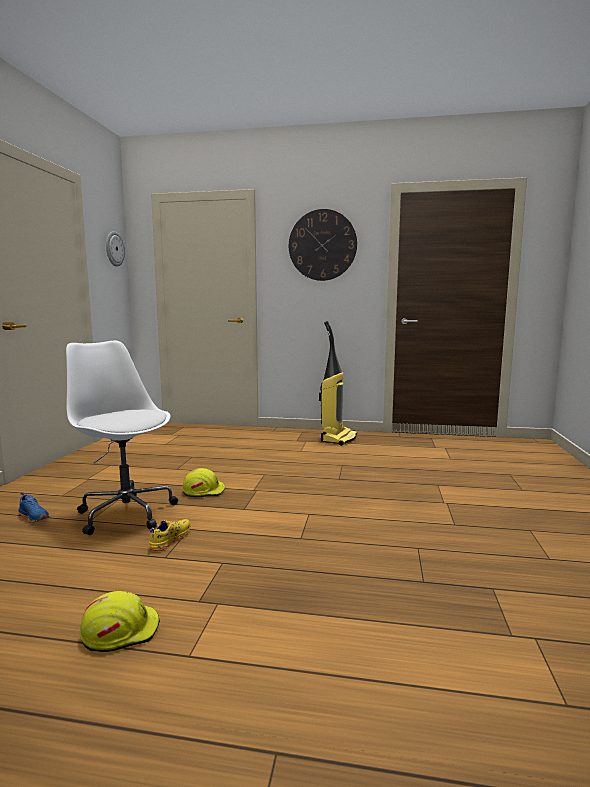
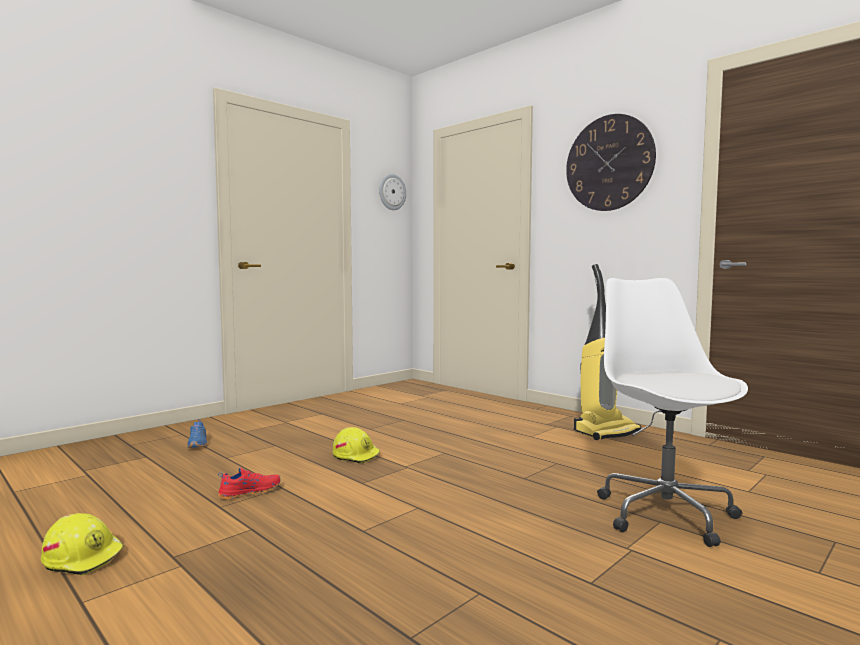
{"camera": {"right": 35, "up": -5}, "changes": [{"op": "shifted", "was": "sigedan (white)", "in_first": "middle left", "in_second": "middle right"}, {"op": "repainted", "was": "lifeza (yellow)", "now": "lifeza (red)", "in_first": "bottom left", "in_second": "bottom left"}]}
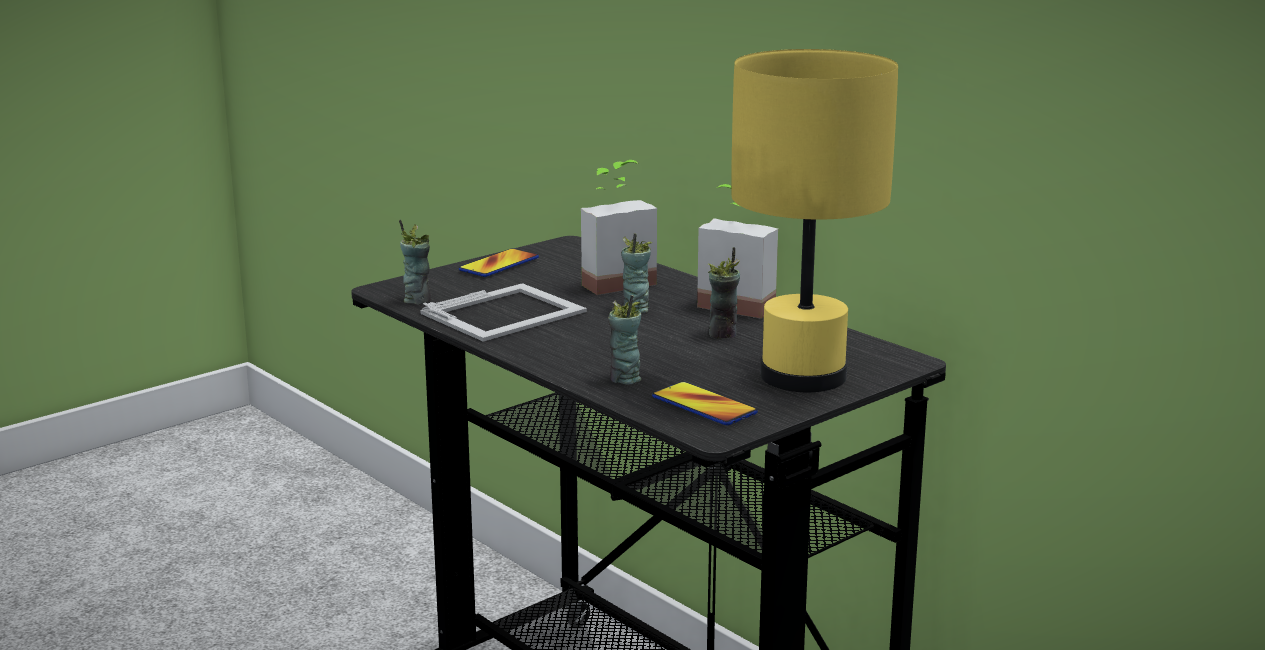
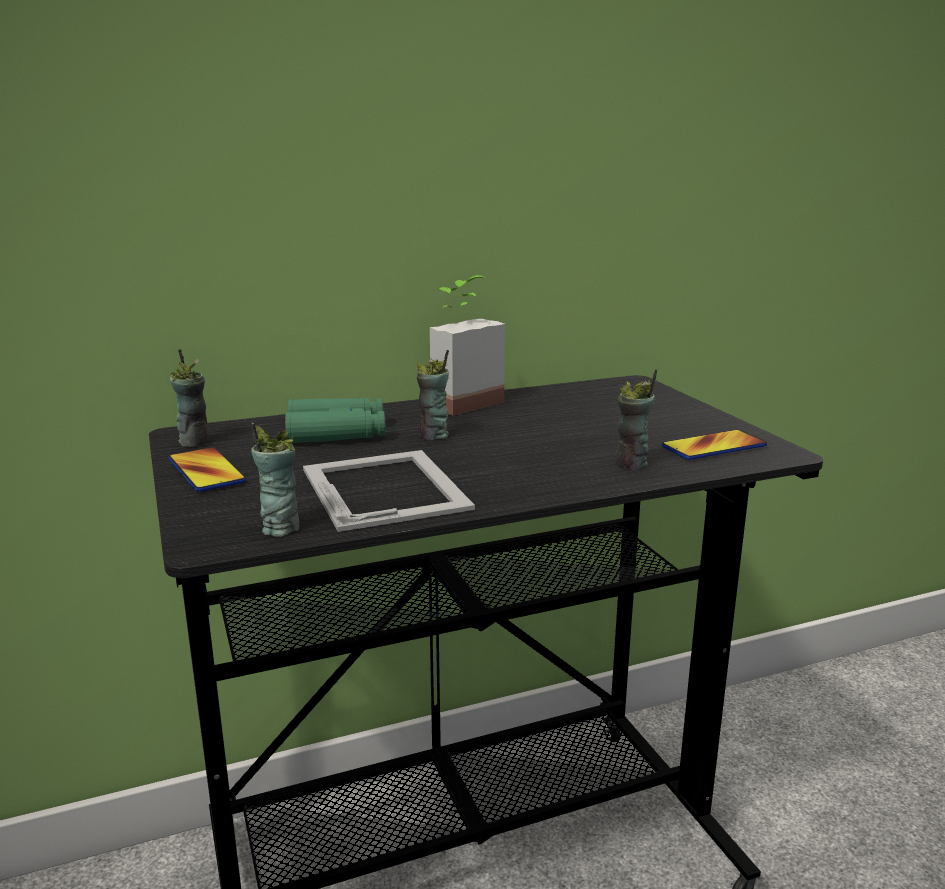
{"camera": {"right": -70, "up": 0}, "changes": [{"op": "gone", "was": "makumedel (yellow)", "in_first": "centre"}, {"op": "swapped", "was": "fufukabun (no. 1 from left)", "now": "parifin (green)", "in_first": "centre", "in_second": "centre"}, {"op": "shifted", "was": "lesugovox (no. 4 from left in the first image)", "now": "lesugovox (no. 1 from left)", "in_first": "centre", "in_second": "middle left"}]}
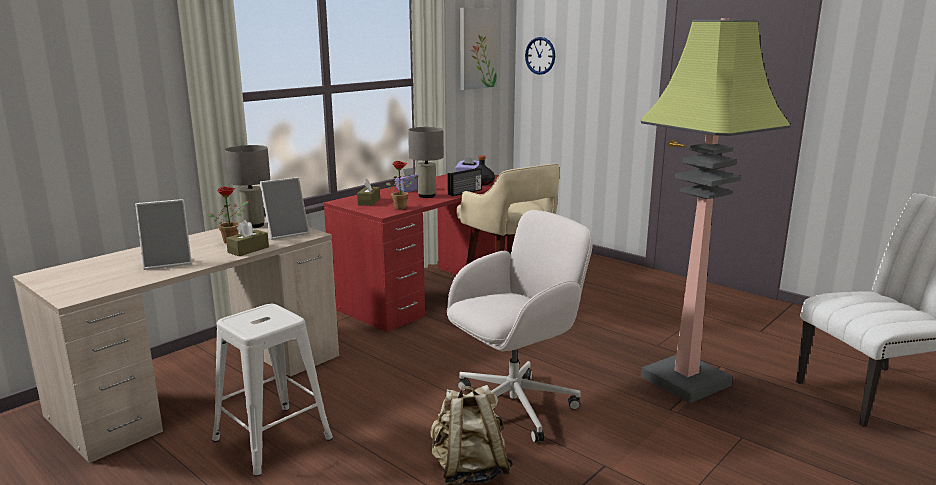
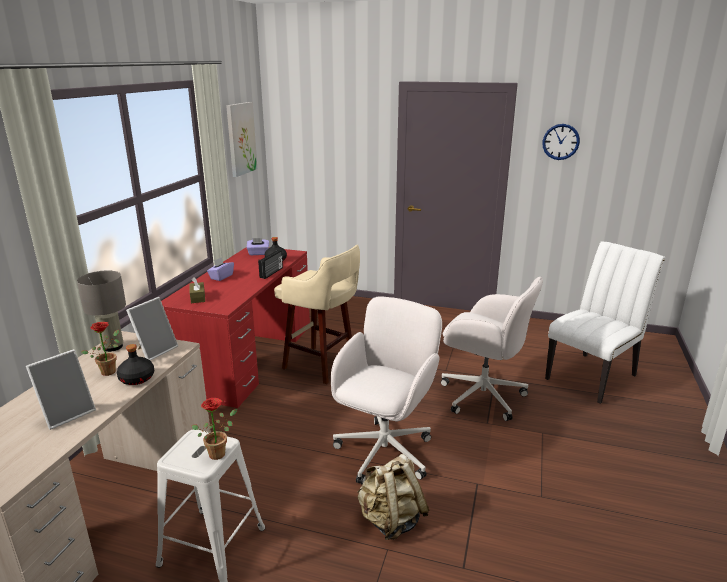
{"camera": {"right": -25, "up": 5}, "changes": [{"op": "swapped", "was": "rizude", "now": "sigedan (white) (no. 2 from left)", "in_first": "middle right", "in_second": "middle right"}, {"op": "shifted", "was": "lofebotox", "in_first": "top centre", "in_second": "top right"}, {"op": "gone", "was": "makumedel (grey) (no. 2 from left)", "in_first": "centre"}, {"op": "shifted", "was": "fufukabun (no. 2 from left)", "in_first": "centre", "in_second": "bottom left"}, {"op": "swapped", "was": "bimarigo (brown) (no. 1 from left)", "now": "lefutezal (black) (no. 1 from left)", "in_first": "middle left", "in_second": "middle left"}]}
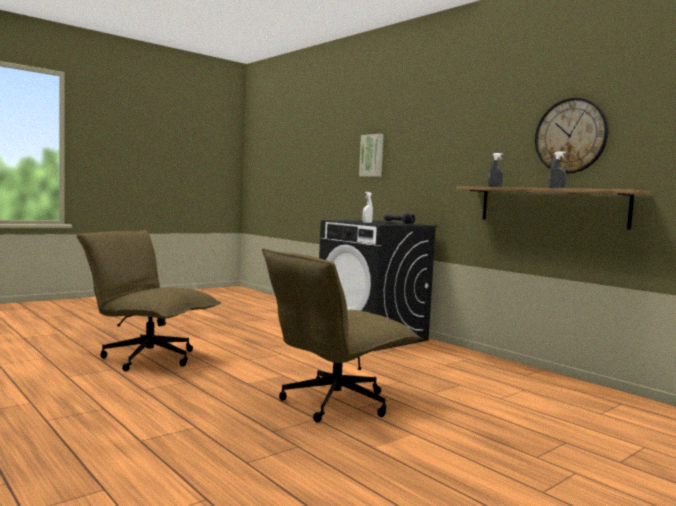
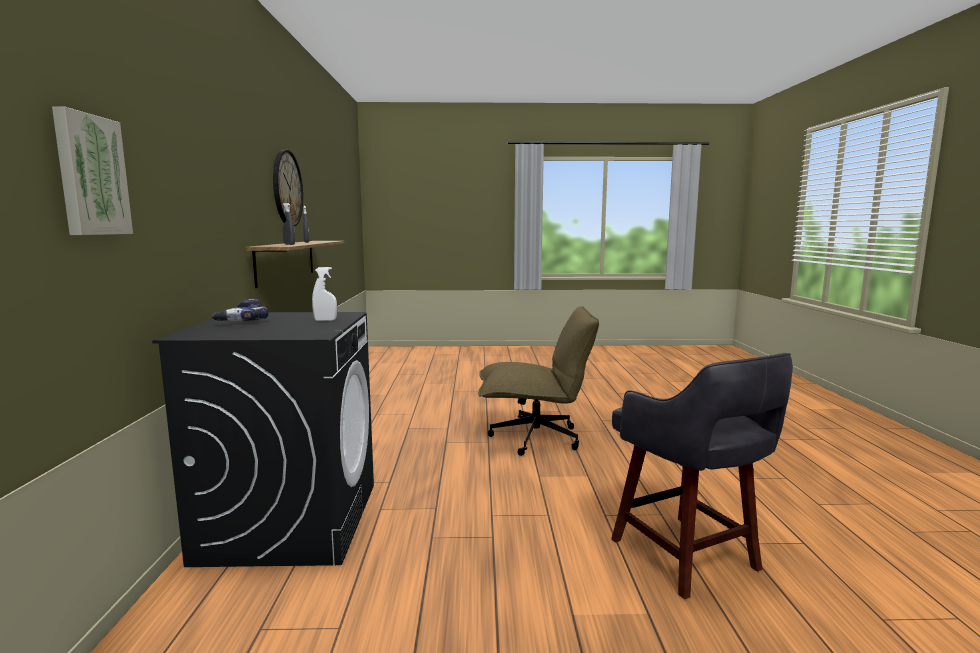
{"camera": {"right": -140, "up": 5}, "changes": [{"op": "swapped", "was": "sigedan (beige) (no. 1 from left)", "now": "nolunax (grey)", "in_first": "middle left", "in_second": "bottom right"}]}
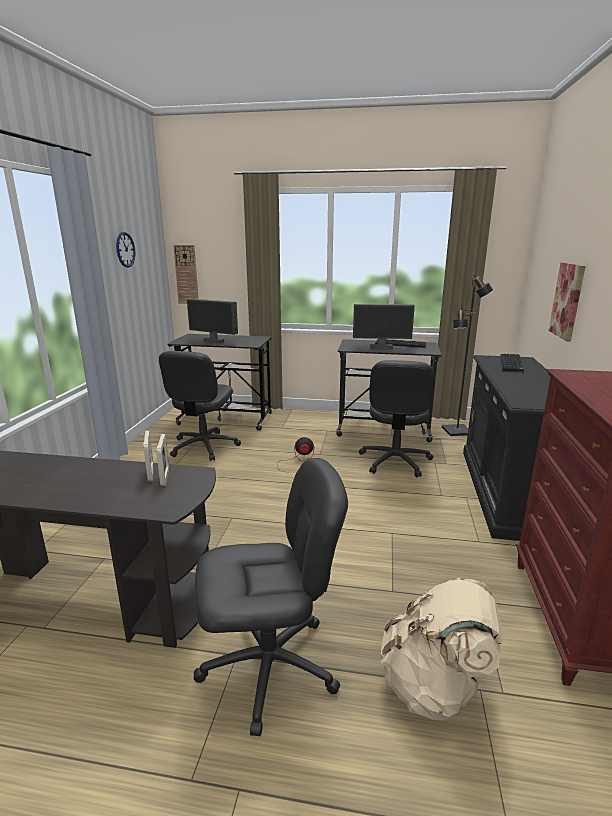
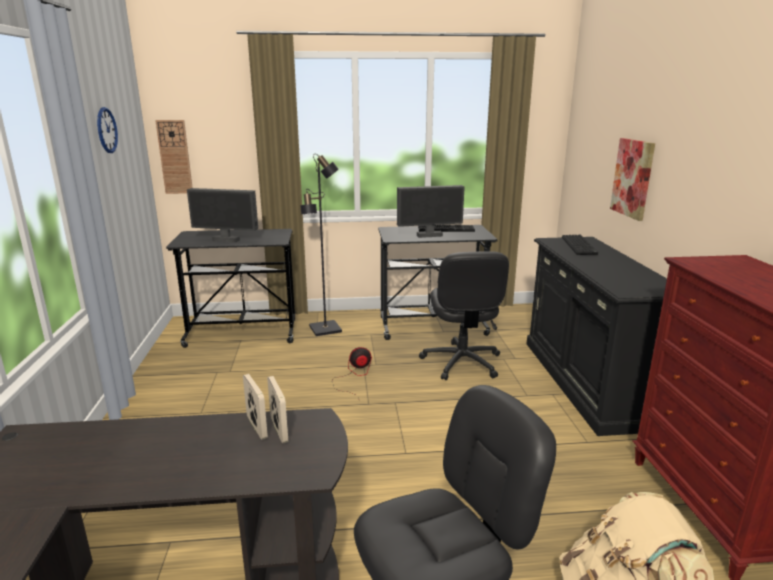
{"camera": {"right": -15, "up": 0}, "changes": [{"op": "shifted", "was": "rizude (black)", "in_first": "middle right", "in_second": "centre"}, {"op": "gone", "was": "sigedan (black) (no. 1 from left)", "in_first": "middle left"}]}
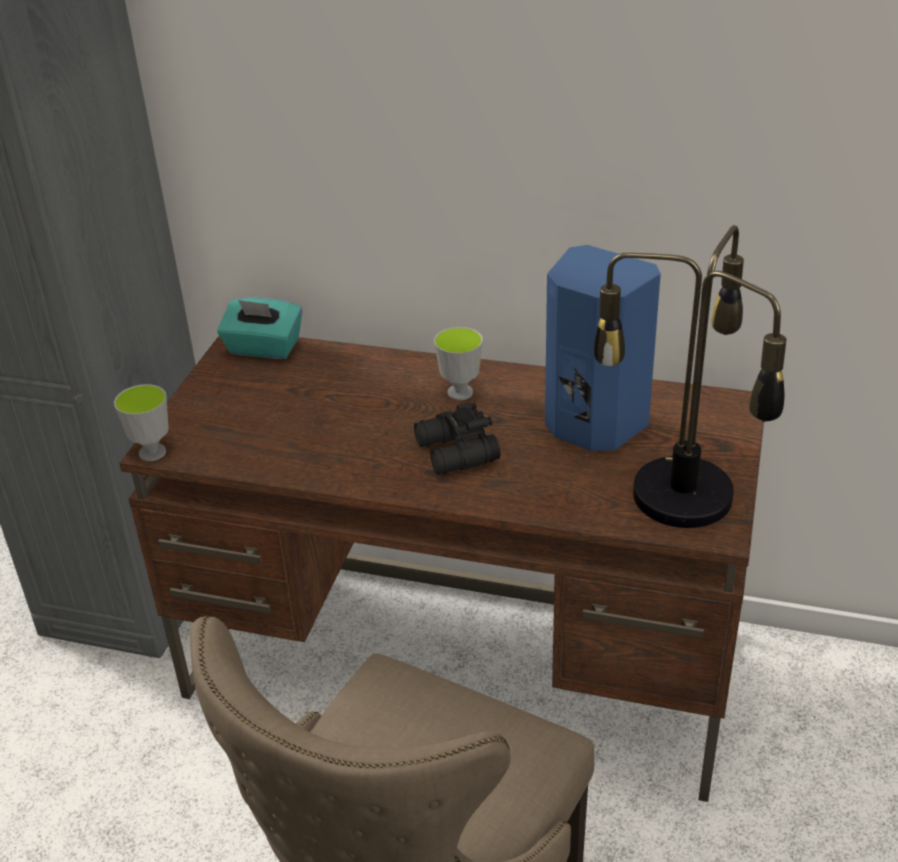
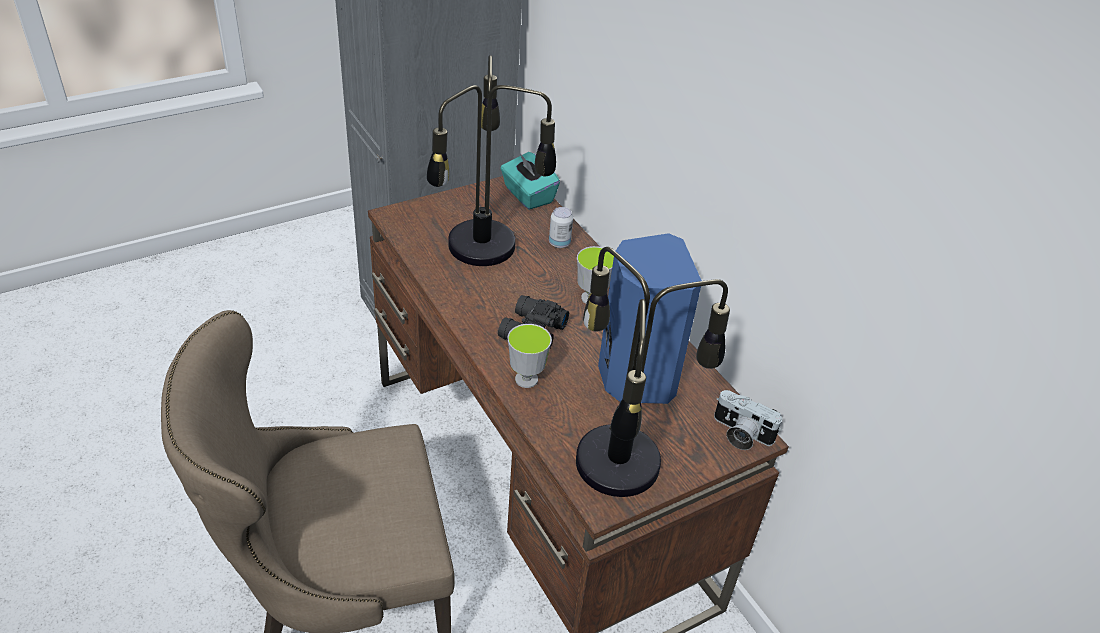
{"camera": {"right": 40, "up": 5}, "changes": [{"op": "shifted", "was": "lesugovox (no. 1 from left)", "in_first": "middle left", "in_second": "centre"}, {"op": "new", "now": "makumedel (no. 1 from left)", "in_second": "top centre"}, {"op": "new", "now": "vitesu", "in_second": "centre"}, {"op": "new", "now": "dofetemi", "in_second": "middle right"}]}
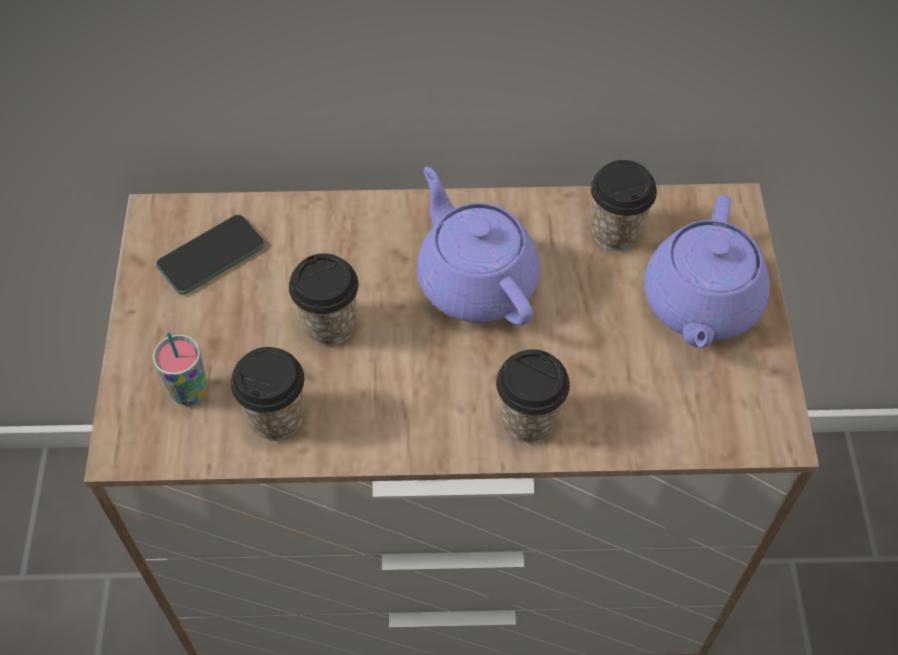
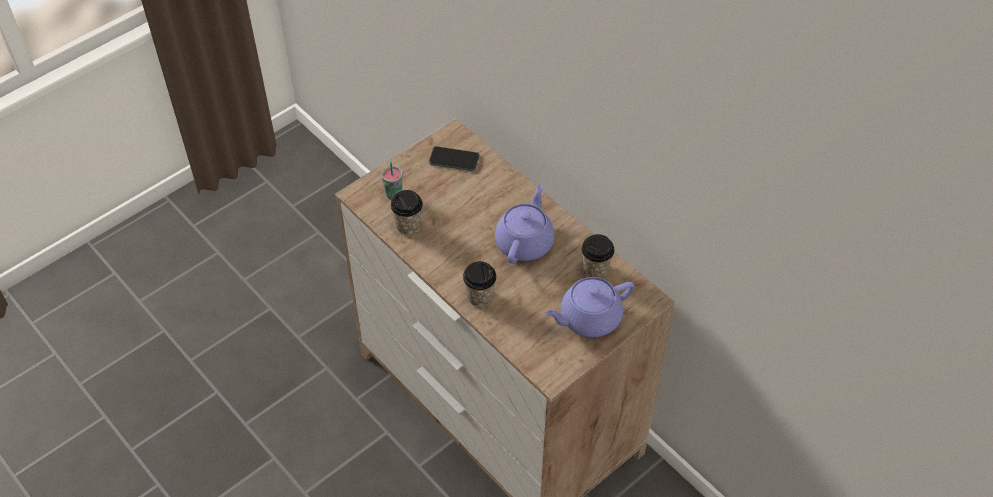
{"camera": {"right": 50, "up": -5}, "changes": [{"op": "gone", "was": "lesugovox (no. 3 from left)", "in_first": "centre"}]}
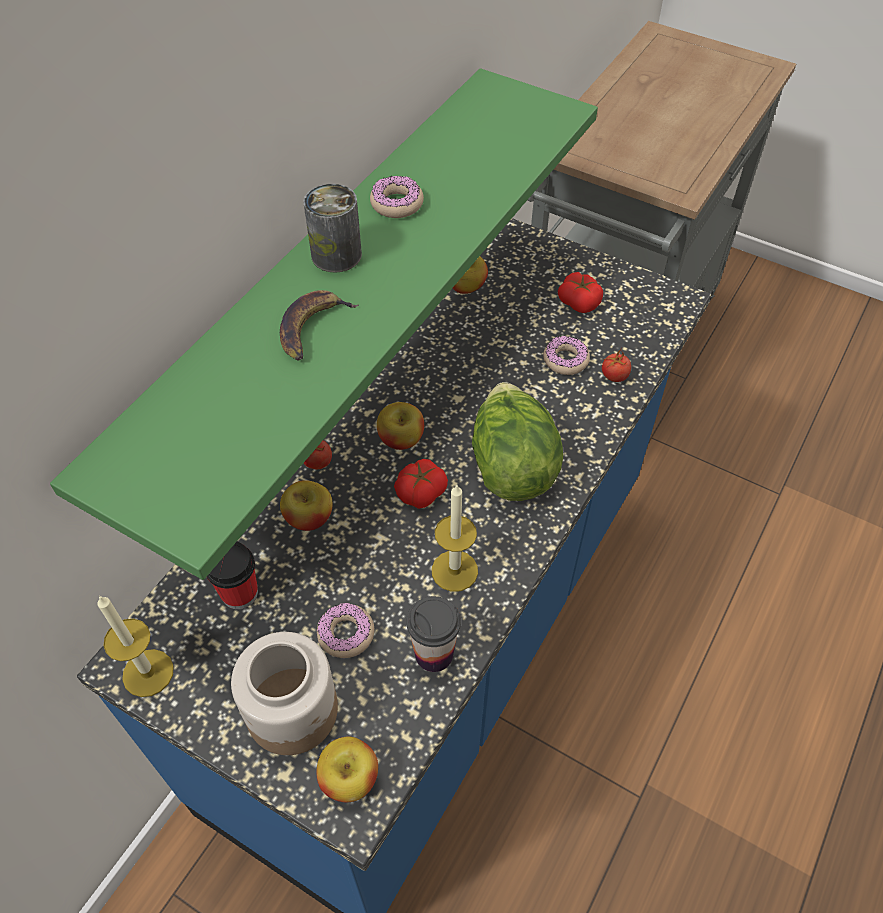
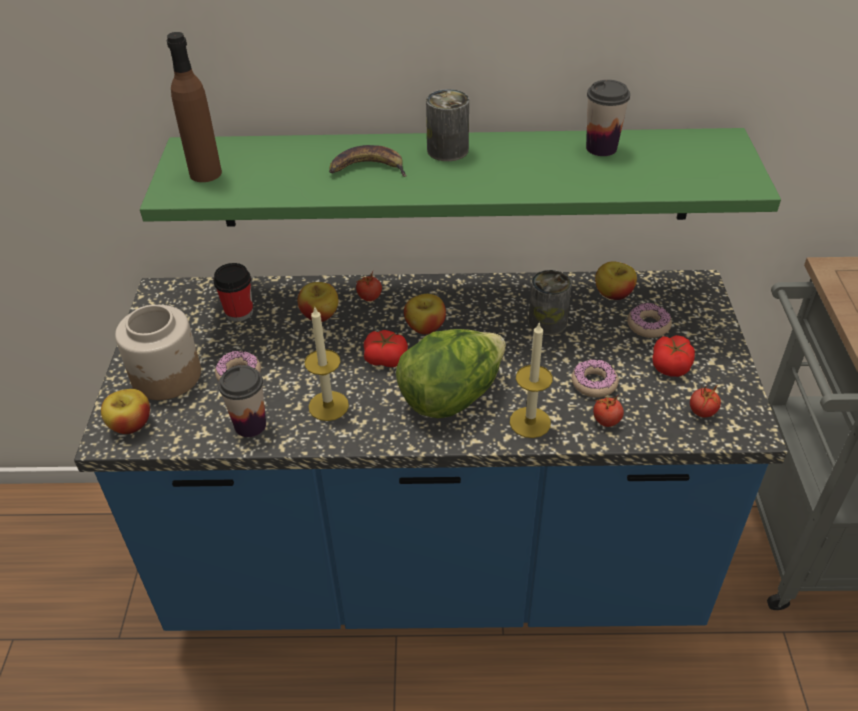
{"camera": {"right": 60, "up": -10}, "changes": [{"op": "shifted", "was": "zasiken (no. 2 from left in the first image)", "now": "zasiken (no. 3 from left)", "in_first": "top centre", "in_second": "middle right"}, {"op": "shifted", "was": "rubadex (no. 1 from left in the first image)", "now": "rubadex (no. 2 from left)", "in_first": "bottom left", "in_second": "centre"}, {"op": "new", "now": "lefutezal (brown)", "in_second": "top left"}, {"op": "new", "now": "lesugovox (no. 3 from left)", "in_second": "top right"}, {"op": "new", "now": "vitesu (no. 2 from left)", "in_second": "centre"}, {"op": "new", "now": "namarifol (no. 5 from left)", "in_second": "middle right"}]}
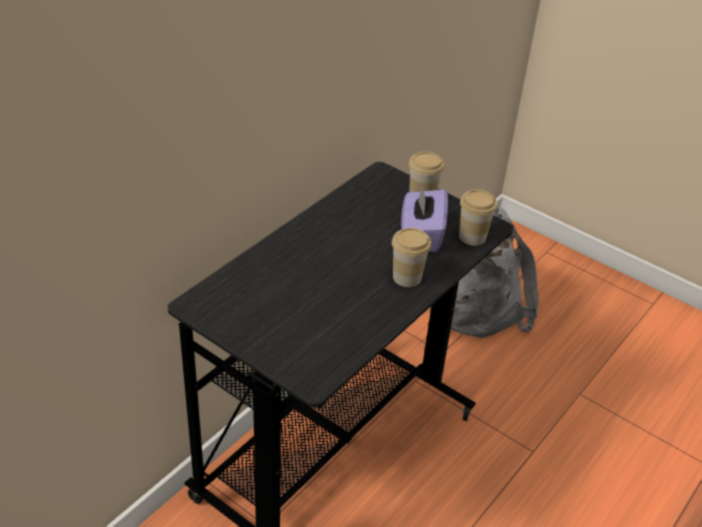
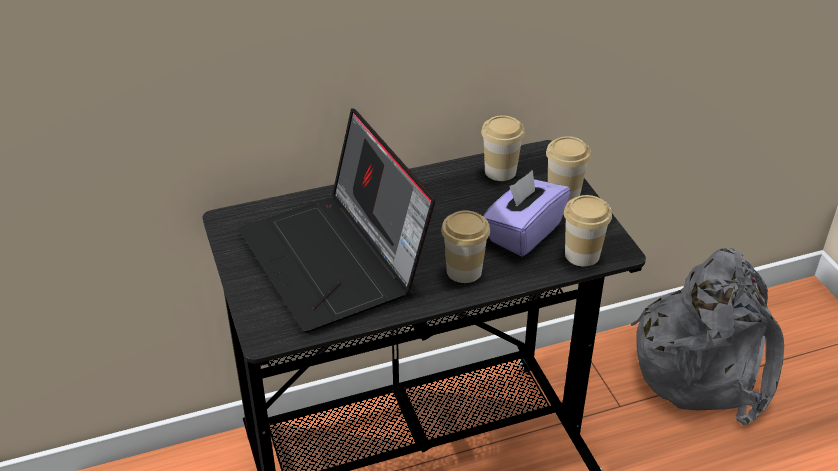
{"camera": {"right": 35, "up": 0}, "changes": [{"op": "new", "now": "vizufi", "in_second": "centre"}, {"op": "new", "now": "lesugovox (no. 2 from left)", "in_second": "top centre"}]}
